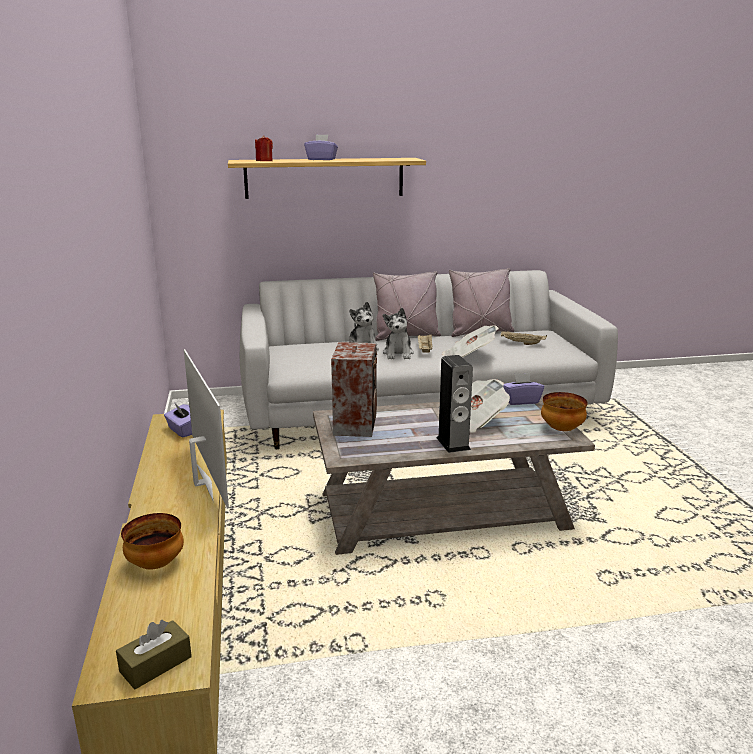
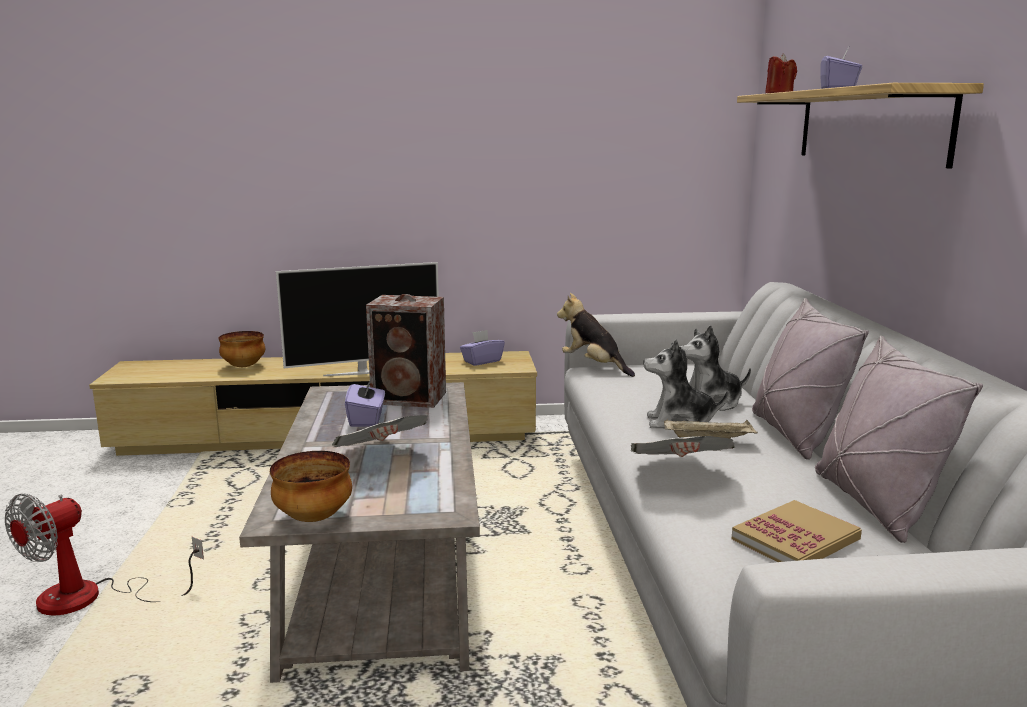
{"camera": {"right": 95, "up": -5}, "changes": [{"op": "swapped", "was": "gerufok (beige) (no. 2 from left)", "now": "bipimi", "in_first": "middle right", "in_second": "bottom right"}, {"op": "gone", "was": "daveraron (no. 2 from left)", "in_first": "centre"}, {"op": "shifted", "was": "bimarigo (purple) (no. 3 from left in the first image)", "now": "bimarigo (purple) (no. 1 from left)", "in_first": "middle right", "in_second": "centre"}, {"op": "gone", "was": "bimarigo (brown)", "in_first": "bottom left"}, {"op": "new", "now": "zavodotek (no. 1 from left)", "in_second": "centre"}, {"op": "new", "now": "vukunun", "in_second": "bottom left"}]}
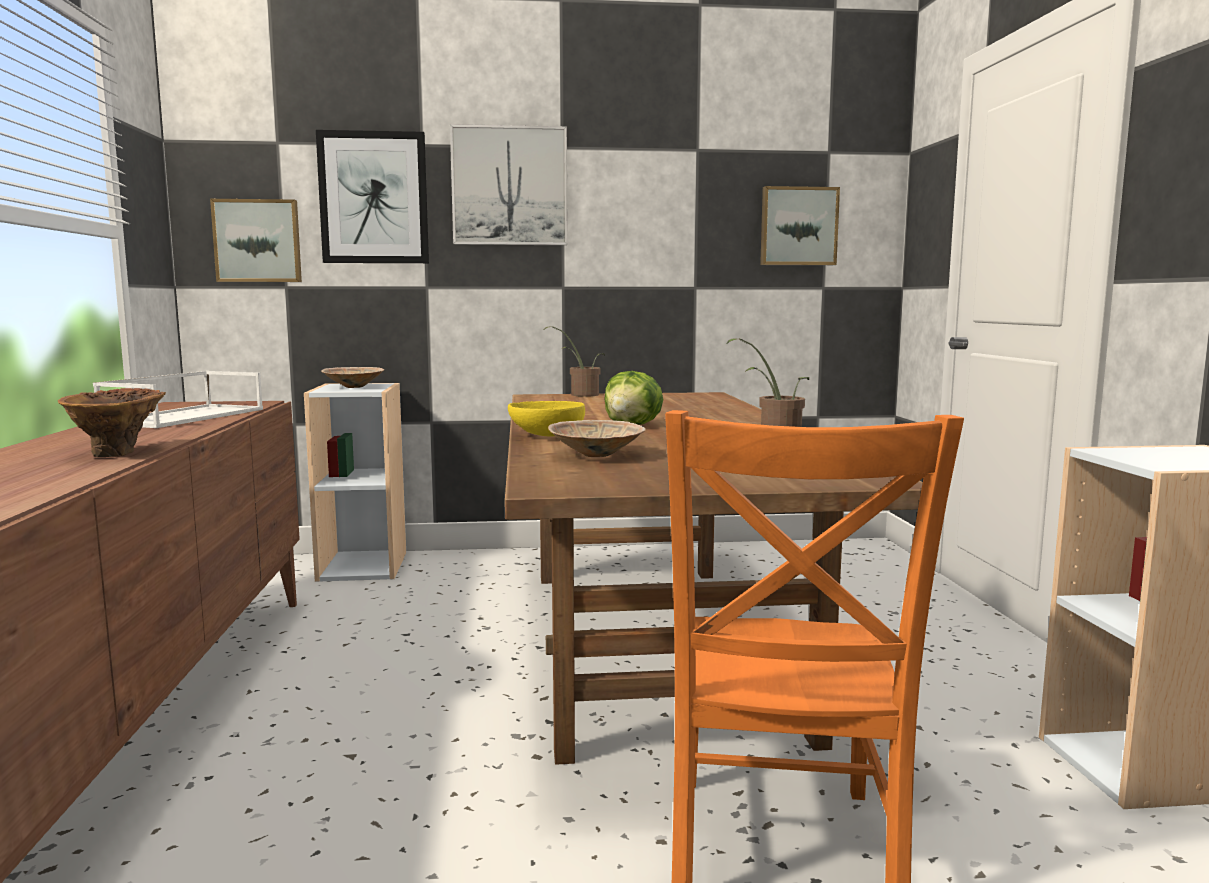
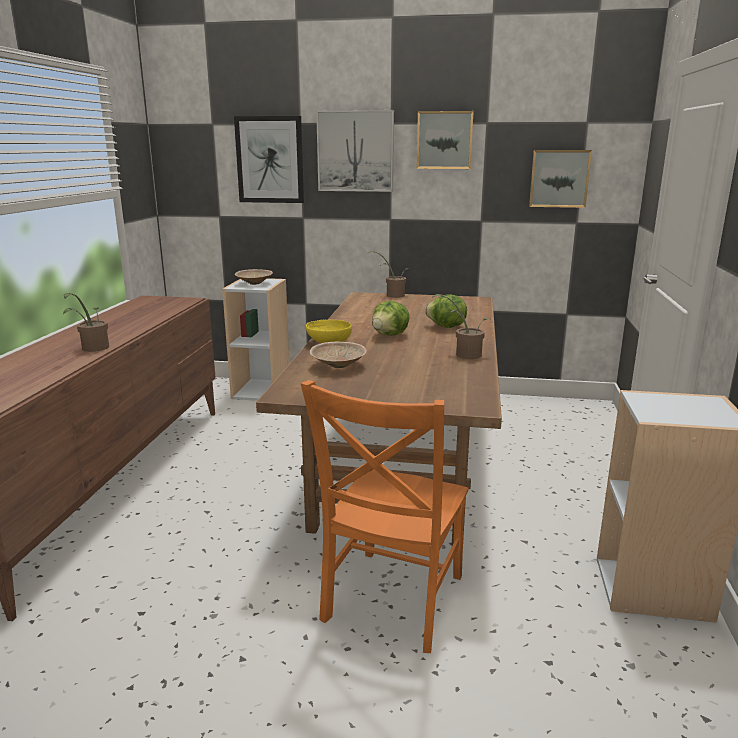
{"camera": {"right": 15, "up": 10}, "changes": [{"op": "shifted", "was": "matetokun (no. 1 from left in the first image)", "now": "matetokun (no. 3 from left)", "in_first": "top left", "in_second": "top centre"}, {"op": "gone", "was": "gerufok (white)", "in_first": "middle left"}, {"op": "swapped", "was": "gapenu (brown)", "now": "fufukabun (no. 1 from left)", "in_first": "middle left", "in_second": "middle left"}, {"op": "new", "now": "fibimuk (no. 2 from left)", "in_second": "centre"}]}
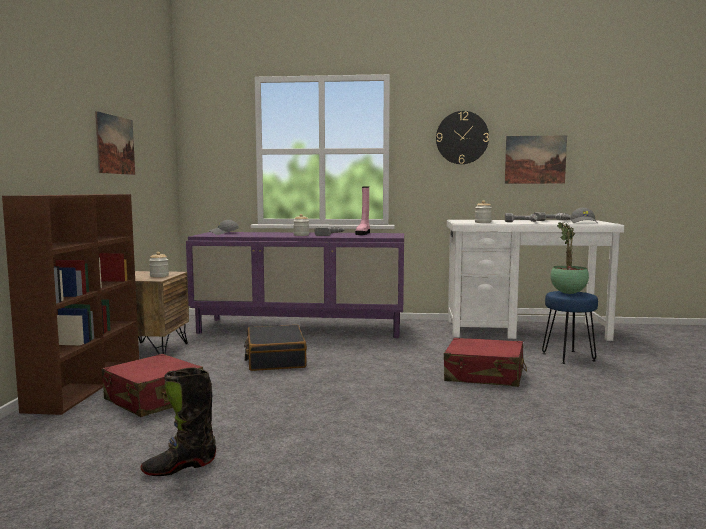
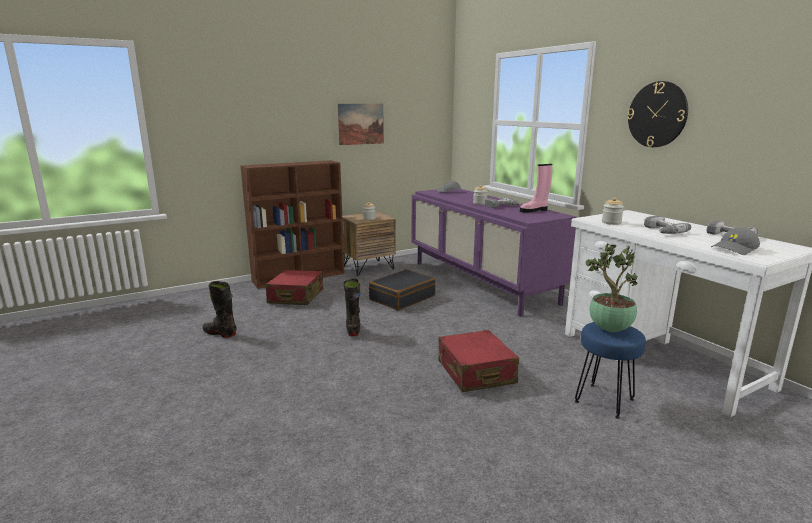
{"camera": {"right": 55, "up": 10}, "changes": [{"op": "gone", "was": "matetokun (no. 2 from left)", "in_first": "top right"}, {"op": "new", "now": "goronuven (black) (no. 2 from left)", "in_second": "centre"}]}
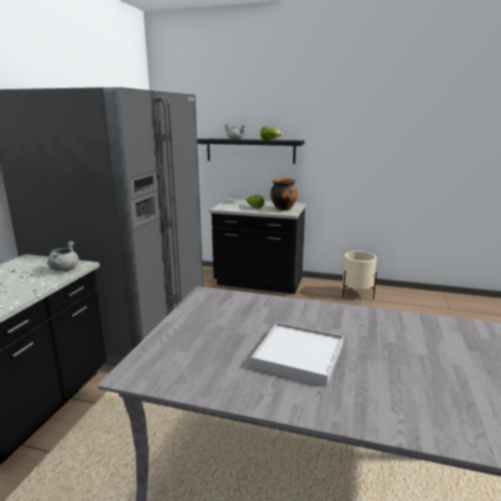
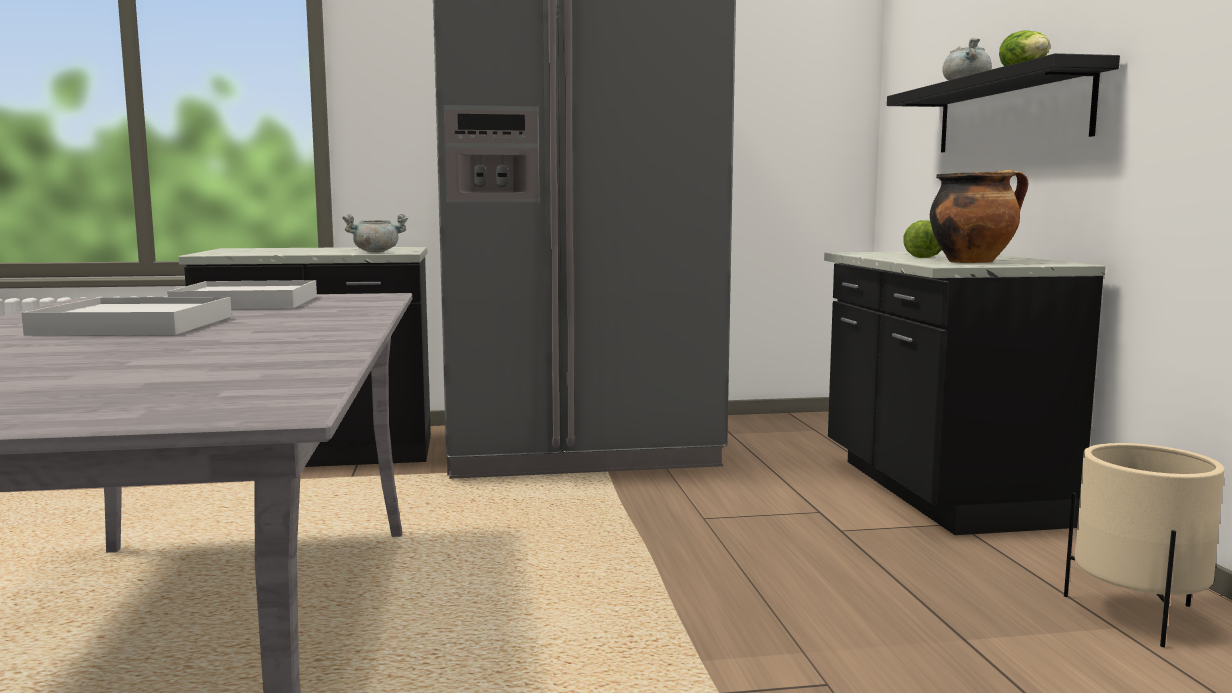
{"camera": {"right": 65, "up": -10}, "changes": [{"op": "new", "now": "gerufok (white) (no. 2 from left)", "in_second": "middle left"}]}
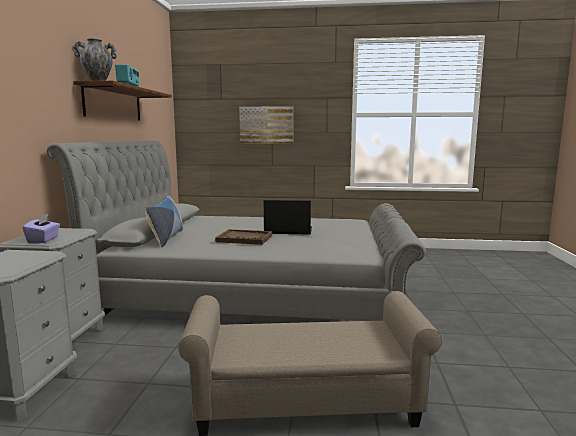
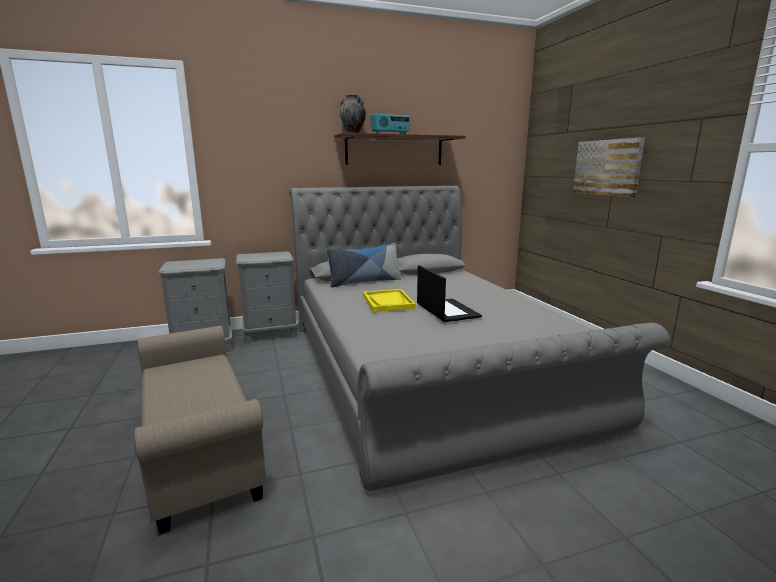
{"camera": {"right": 65, "up": 5}, "changes": [{"op": "gone", "was": "bimarigo (purple)", "in_first": "middle left"}, {"op": "repainted", "was": "gerufok (brown)", "now": "gerufok (yellow)", "in_first": "centre", "in_second": "centre"}]}
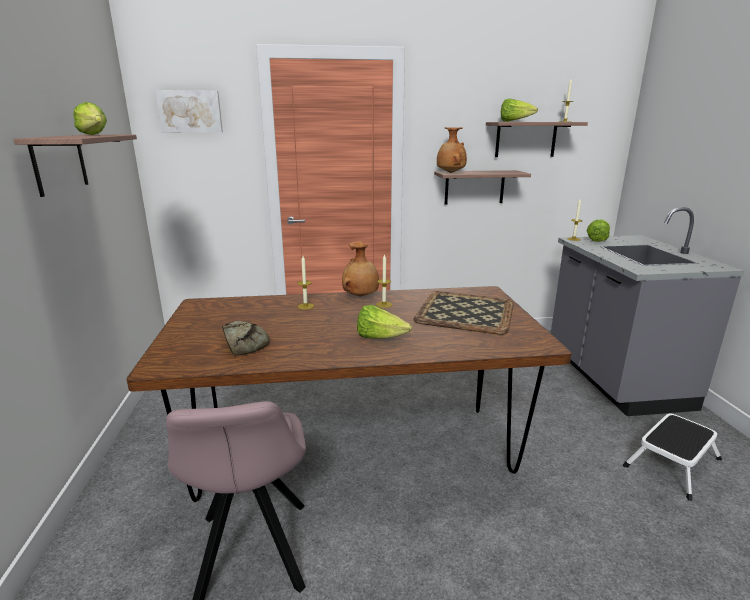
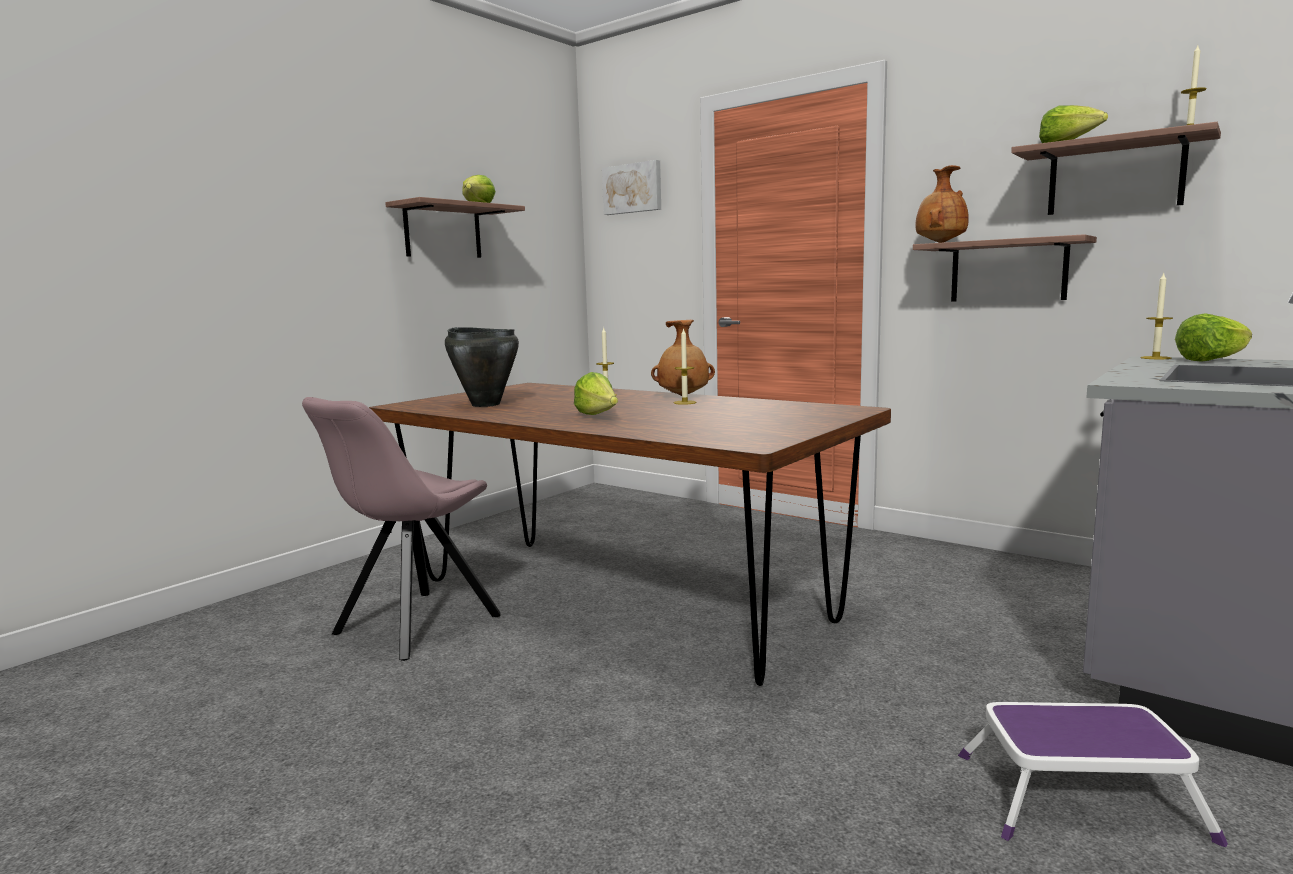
{"camera": {"right": 45, "up": -10}, "changes": [{"op": "gone", "was": "gerufok", "in_first": "centre"}, {"op": "swapped", "was": "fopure", "now": "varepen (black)", "in_first": "middle left", "in_second": "centre"}, {"op": "repainted", "was": "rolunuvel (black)", "now": "rolunuvel (purple)", "in_first": "bottom right", "in_second": "bottom right"}]}
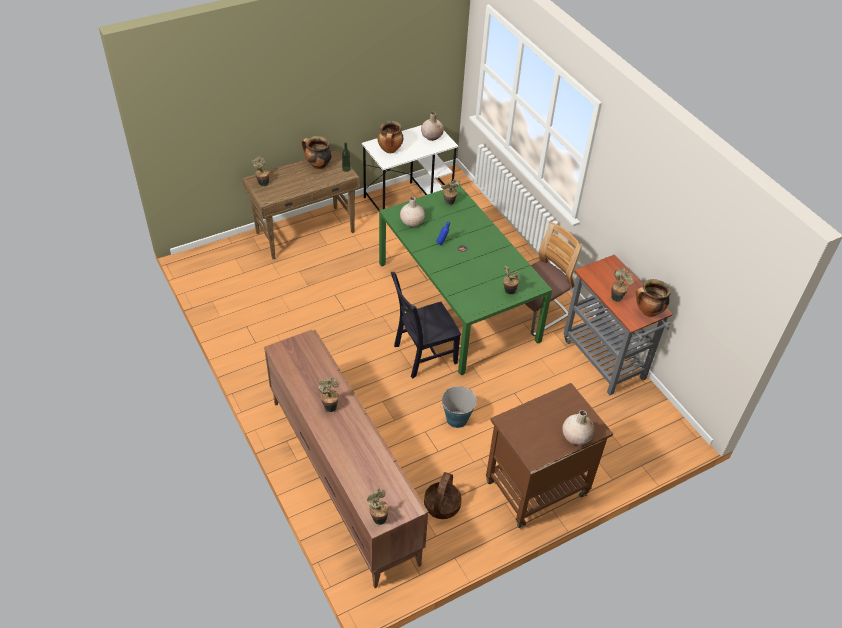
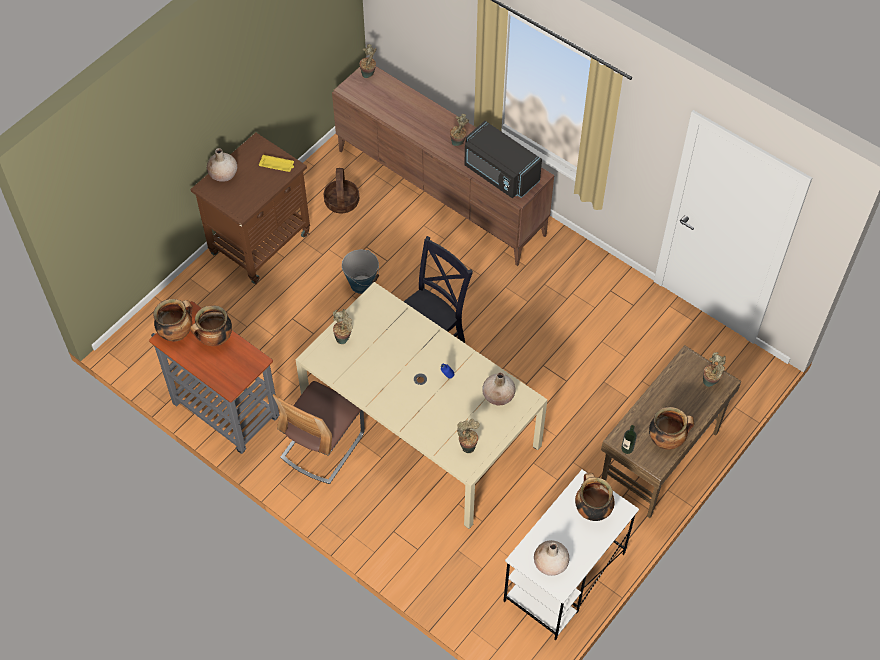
{"camera": {"right": 160, "up": 10}, "changes": [{"op": "repainted", "was": "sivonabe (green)", "now": "sivonabe (beige)", "in_first": "centre", "in_second": "centre"}, {"op": "swapped", "was": "fufukabun (no. 6 from left)", "now": "varepen (no. 2 from left)", "in_first": "middle right", "in_second": "middle left"}, {"op": "new", "now": "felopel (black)", "in_second": "top centre"}, {"op": "new", "now": "gerufok (yellow)", "in_second": "top left"}]}
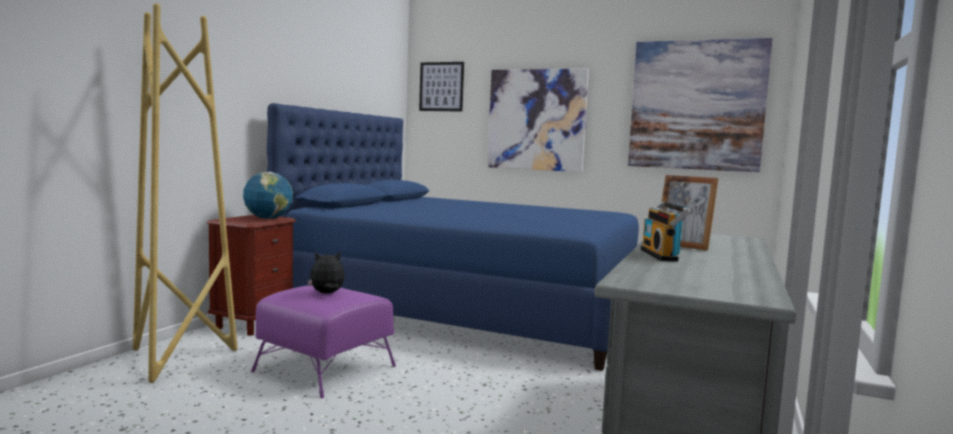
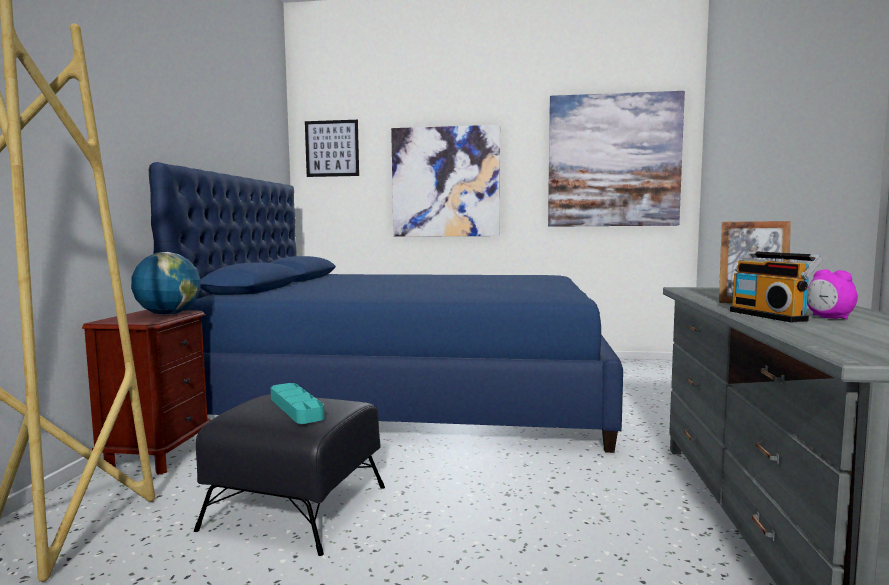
{"camera": {"right": -15, "up": 0}, "changes": [{"op": "swapped", "was": "zavodotek", "now": "gerufok (turquoise)", "in_first": "centre", "in_second": "bottom centre"}, {"op": "repainted", "was": "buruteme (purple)", "now": "buruteme (black)", "in_first": "bottom centre", "in_second": "bottom left"}, {"op": "new", "now": "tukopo", "in_second": "middle right"}]}
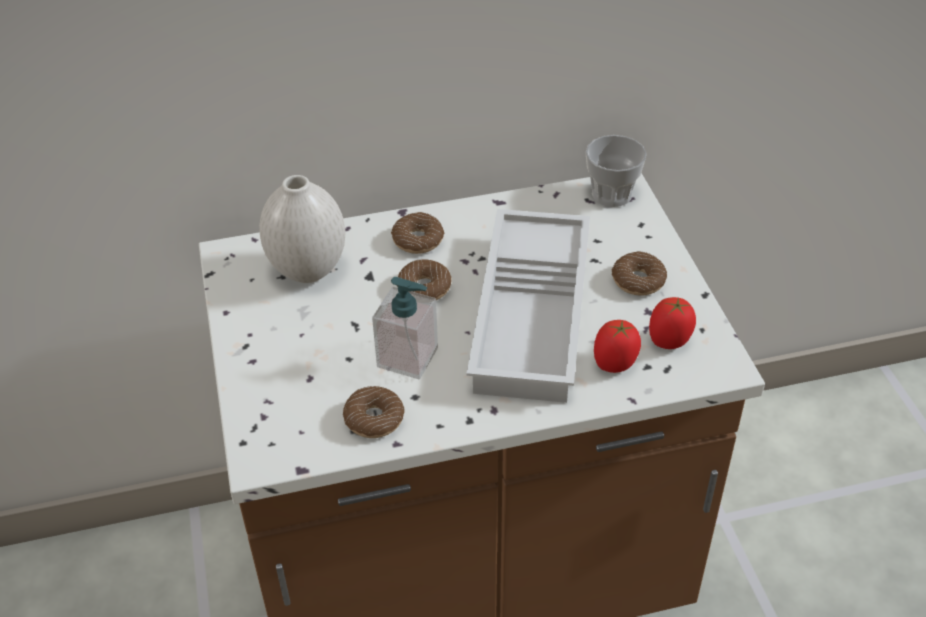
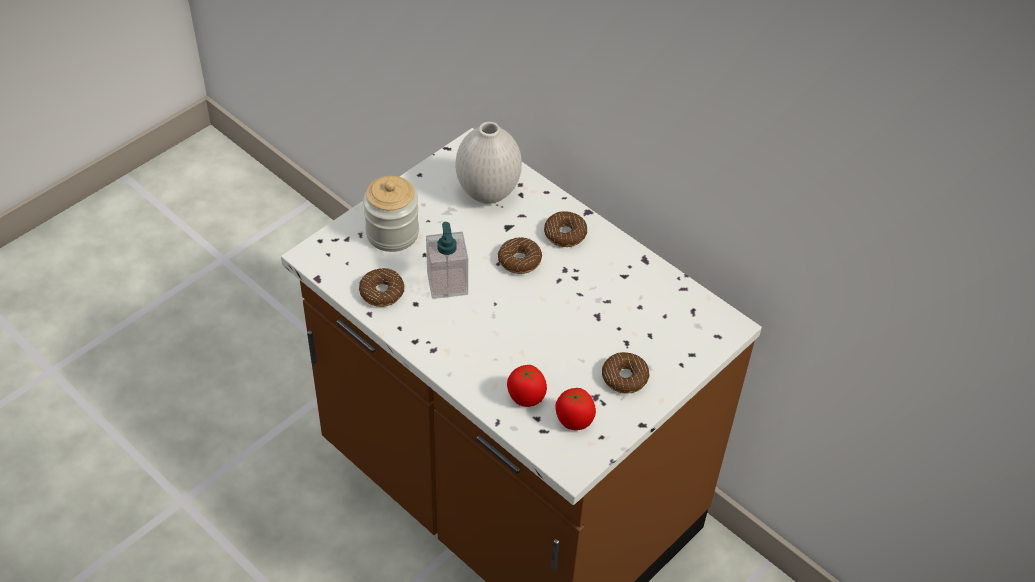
{"camera": {"right": 55, "up": 5}, "changes": [{"op": "gone", "was": "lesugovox", "in_first": "top centre"}, {"op": "gone", "was": "gerufok (white)", "in_first": "centre"}, {"op": "new", "now": "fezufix", "in_second": "centre"}]}
